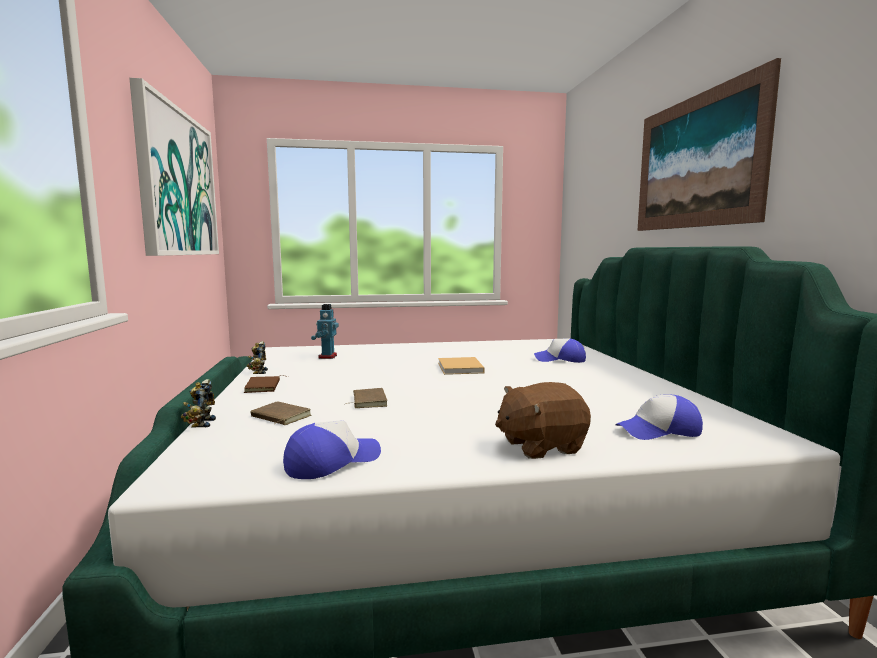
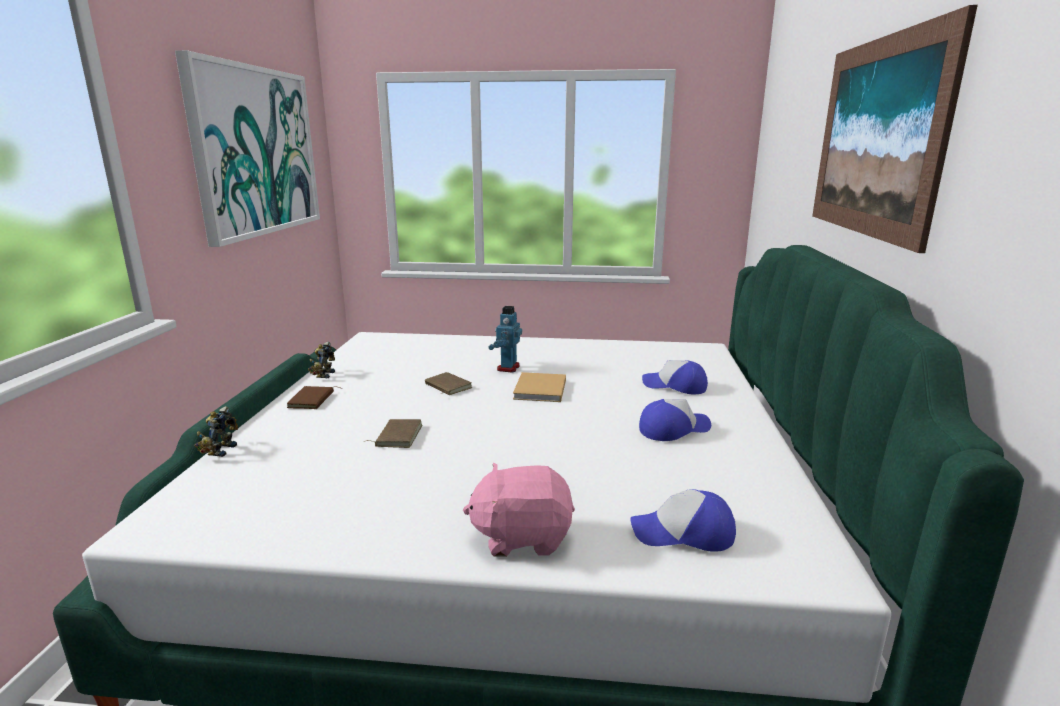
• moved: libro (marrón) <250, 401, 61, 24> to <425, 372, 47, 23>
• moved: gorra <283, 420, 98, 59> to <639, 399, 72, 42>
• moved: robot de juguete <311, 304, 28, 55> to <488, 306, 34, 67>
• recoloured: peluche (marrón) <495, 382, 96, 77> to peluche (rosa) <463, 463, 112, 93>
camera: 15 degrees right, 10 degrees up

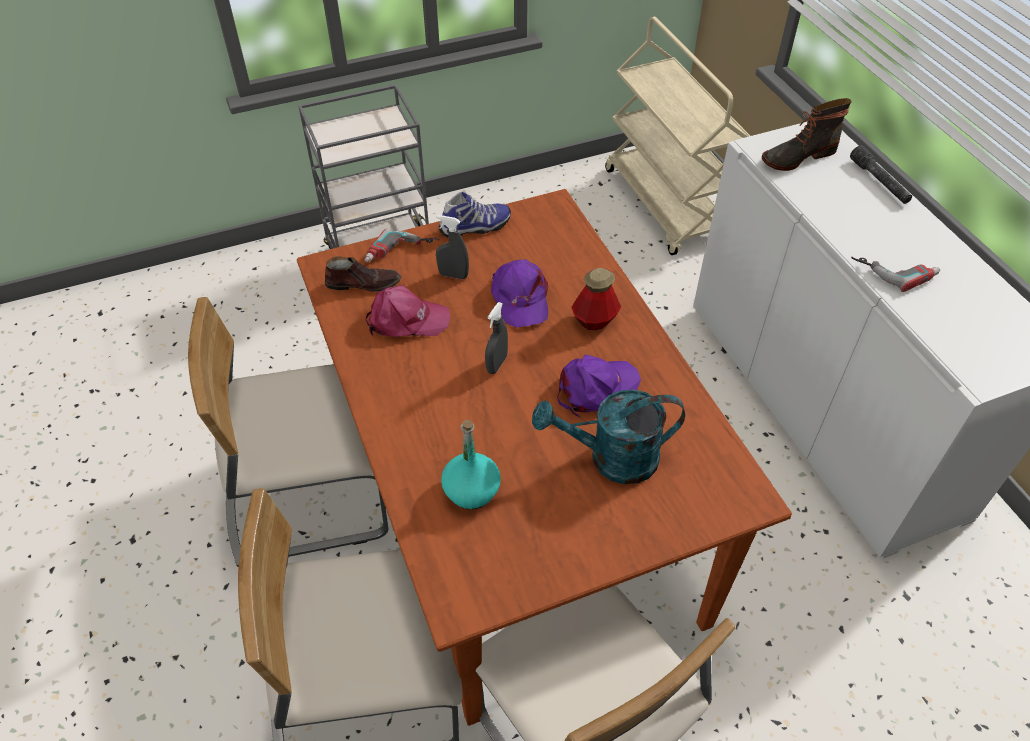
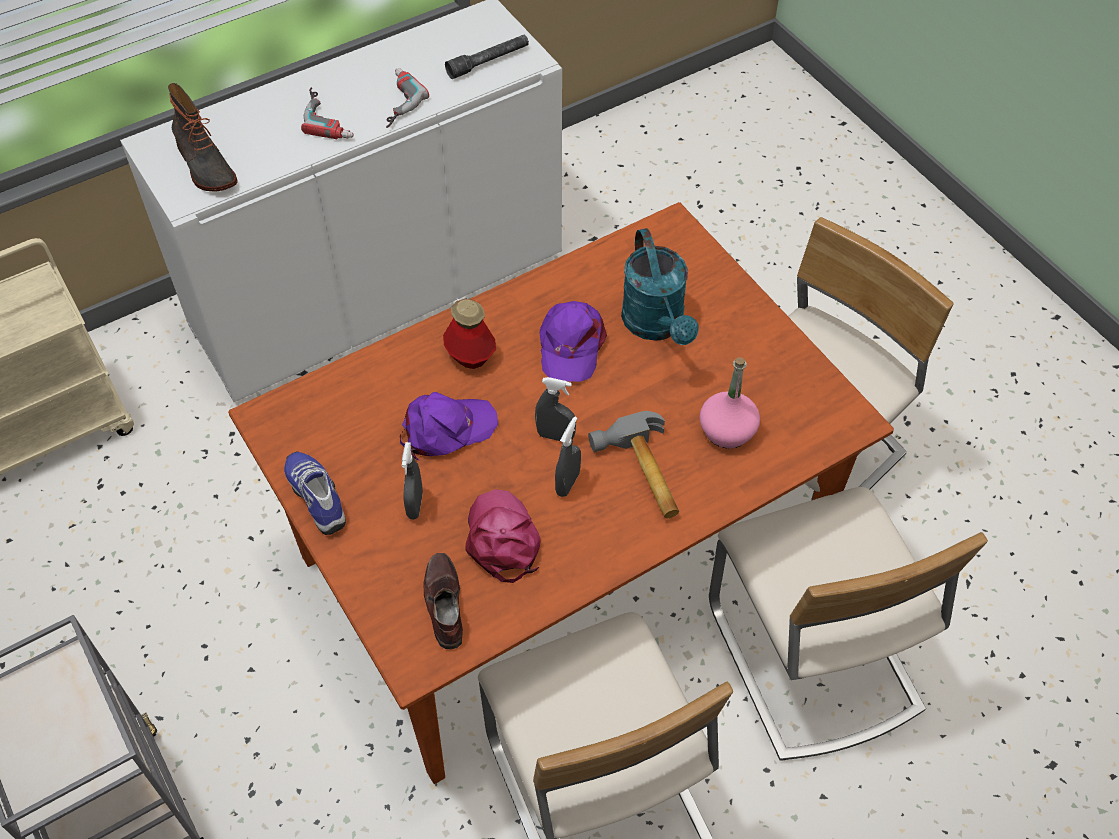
• added: pulverizador (gris) <555, 417, 26, 80>
• added: martillo <588, 411, 91, 107>
• moved: taladro <365, 229, 75, 34> to <301, 87, 53, 52>
• moved: linterna (gris) <850, 145, 62, 59> to <445, 35, 84, 44>
• recoloured: botella (turquesa) <441, 420, 60, 89> to botella (rosa) <699, 357, 61, 92>
• turned: gorra (morado) <557, 355, 84, 62> = <540, 301, 67, 81> 135 degrees counterclockwise
camera: 100 degrees left, 5 degrees up

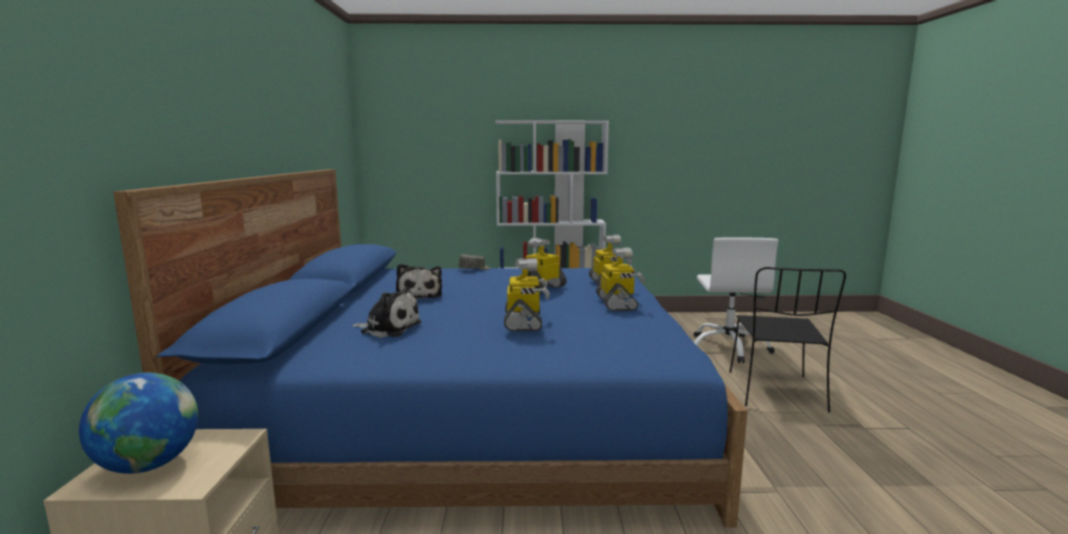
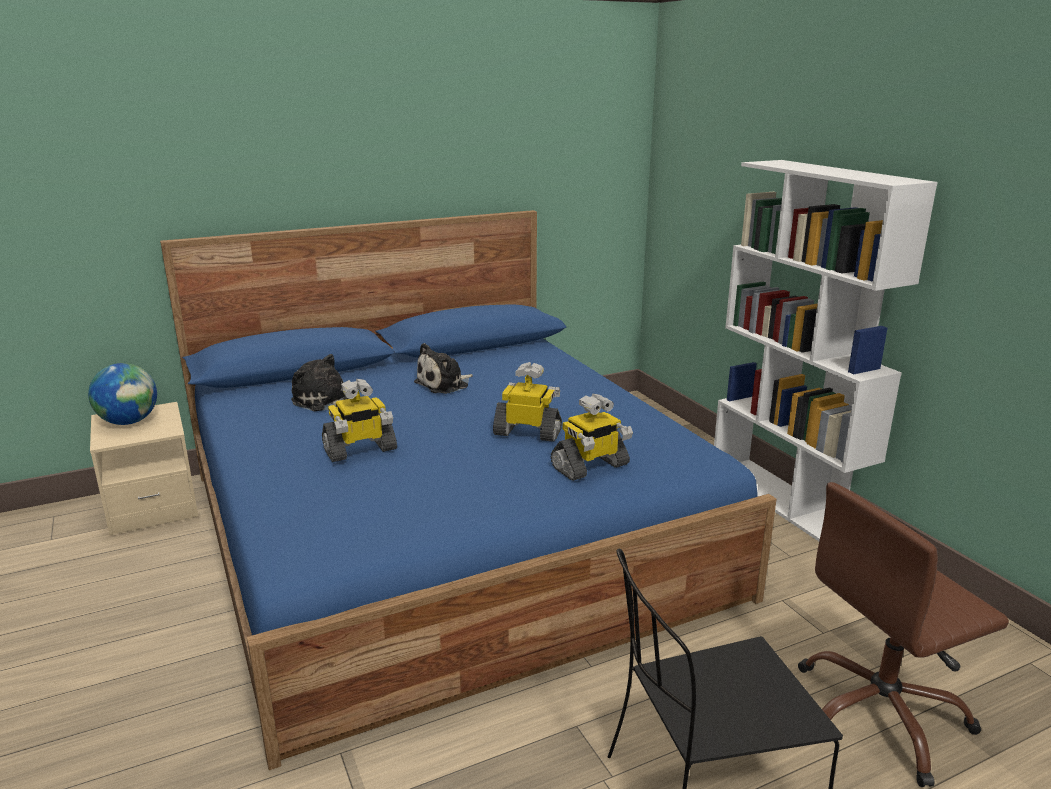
• removed: gorra (gris) <459, 254, 31, 16>
• removed: robot de juguete <596, 247, 49, 64>
• recoloured: silla de oficina (blanco) <694, 237, 84, 126> to silla de oficina (marrón) <798, 482, 211, 305>
• turned: peluche <352, 287, 70, 51> = <291, 354, 58, 57> 135 degrees clockwise
camera: 65 degrees right, 10 degrees up

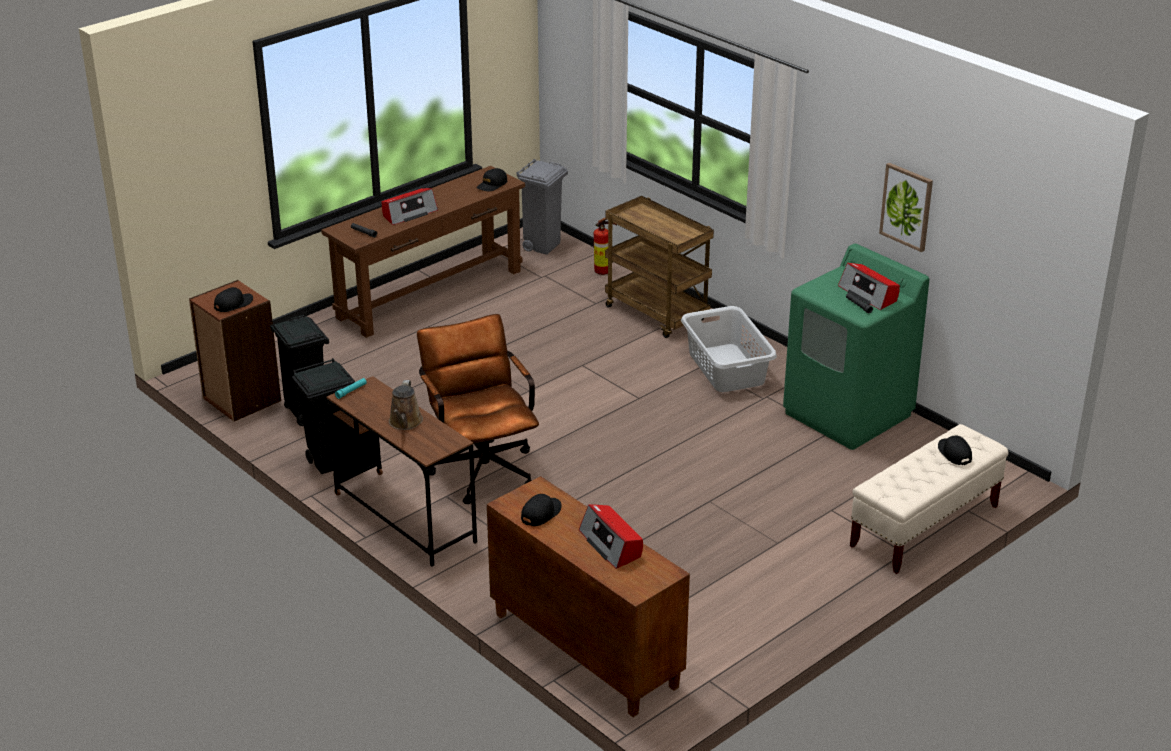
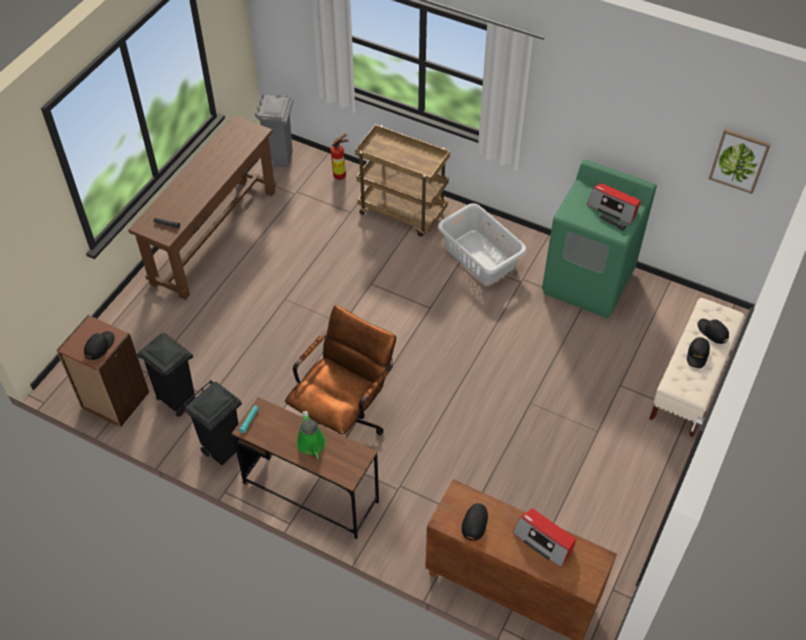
• removed: radio <381, 188, 57, 37>
• moved: gorra (negro) <476, 168, 31, 23> to <687, 337, 23, 31>
• moved: cuadro <879, 163, 54, 89> to <709, 129, 62, 65>
• recoloured: regadera (marrón) <389, 380, 34, 50> to regadera (verde) <297, 411, 29, 48>
• turned: silla de oficina (marrón) <417, 314, 122, 190> = <285, 305, 111, 130> 75 degrees clockwise
camera: 20 degrees left, 20 degrees up

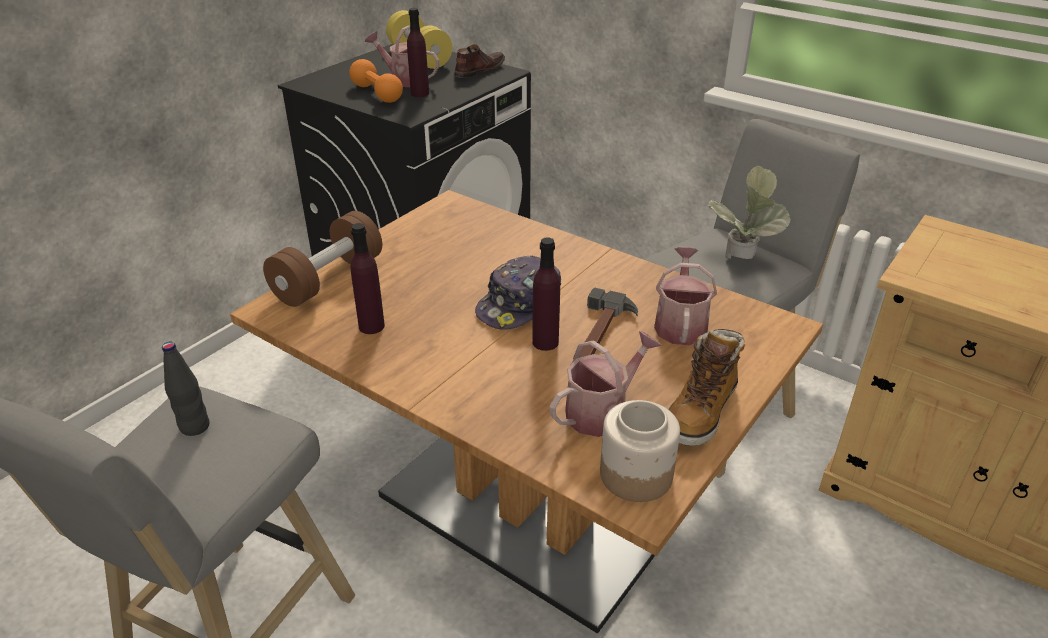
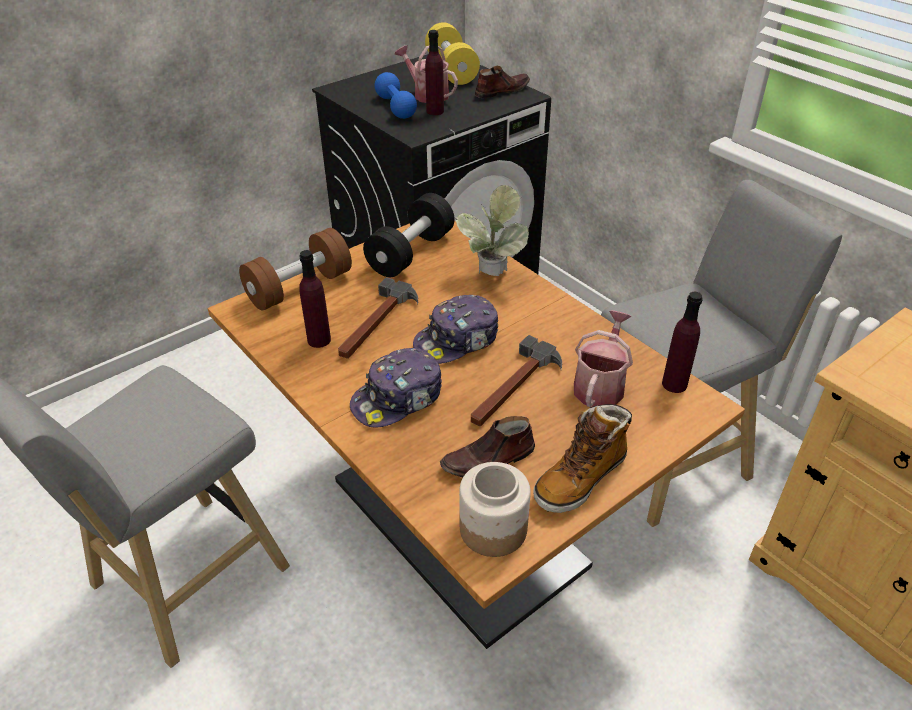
• removed: botella (negro) <162, 342, 47, 94>
• added: martillo <338, 277, 80, 82>
• added: gorra <350, 348, 92, 80>
• added: mancuerna (negro) <363, 193, 92, 84>
• moved: botella (morado) <532, 237, 28, 114> to <662, 292, 41, 101>
• moved: planta en maceta <707, 166, 84, 94> to <455, 185, 74, 91>
• replaced: regadera <550, 331, 112, 106> to zapato (marrón) <440, 416, 95, 61>
• recoloured: mancuerna (naranja) <349, 59, 54, 44> to mancuerna (azul) <375, 72, 42, 47>
camera: 15 degrees right, 5 degrees up

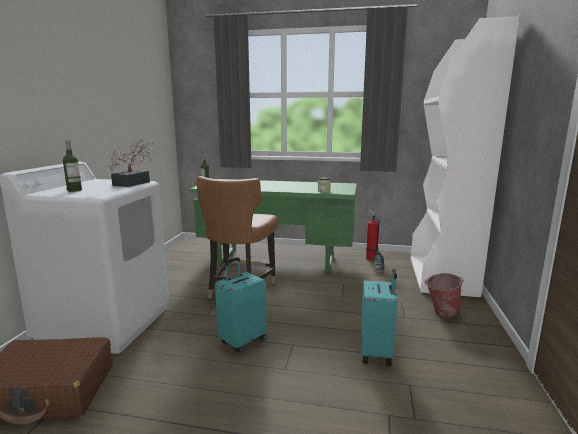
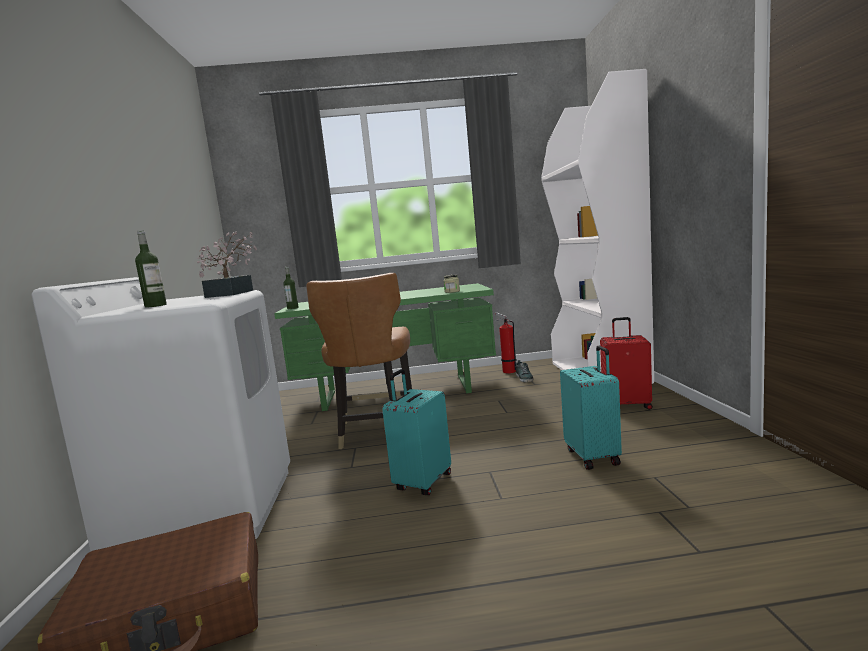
• replaced: cubo <425, 273, 39, 44> to maleta (rojo) <600, 317, 53, 93>
camera: 15 degrees left, 5 degrees down

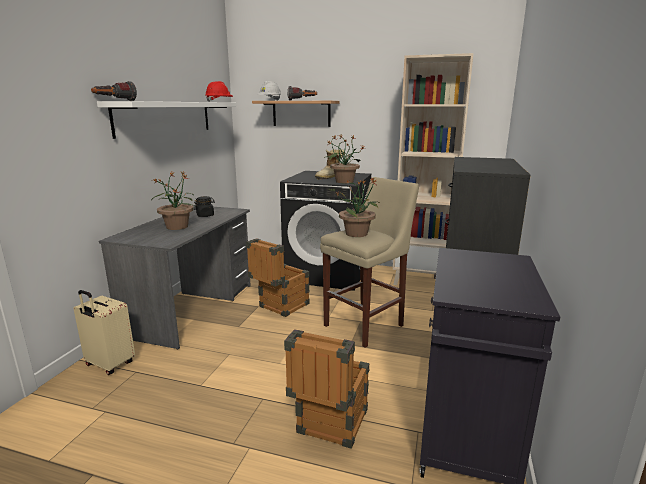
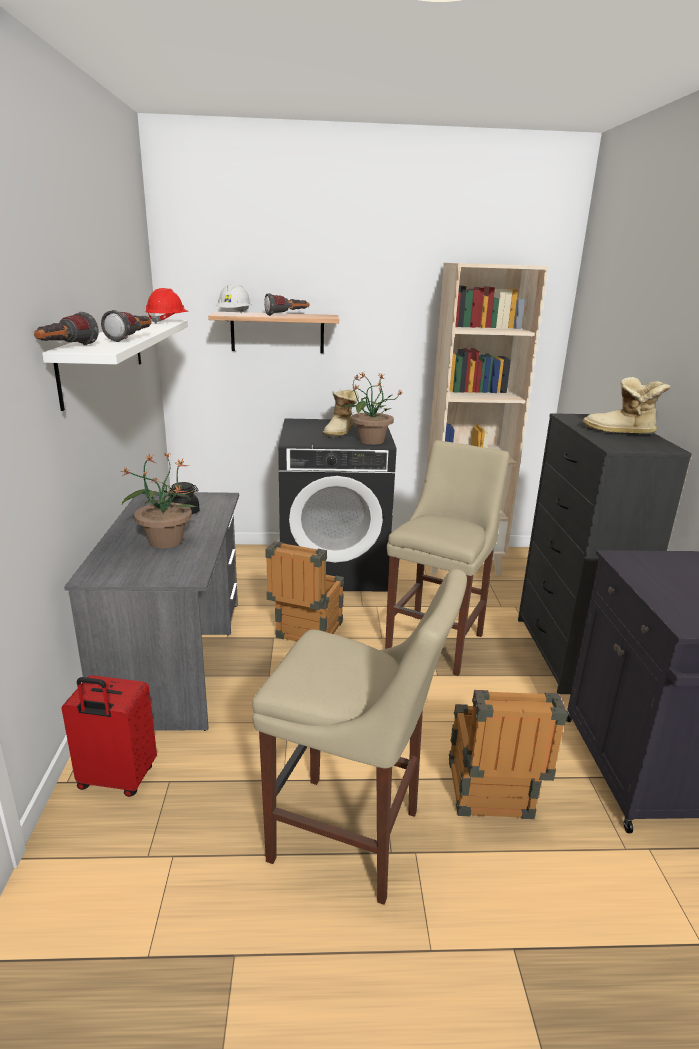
• removed: planta en maceta <336, 177, 42, 60>
• added: linterna <101, 310, 51, 32>
• added: taburete (beis) <252, 569, 215, 336>
• added: bota <583, 377, 87, 57>
• recoloured: maleta (beis) <73, 290, 62, 85> to maleta (rojo) <61, 675, 96, 122>
camera: 20 degrees left, 5 degrees up

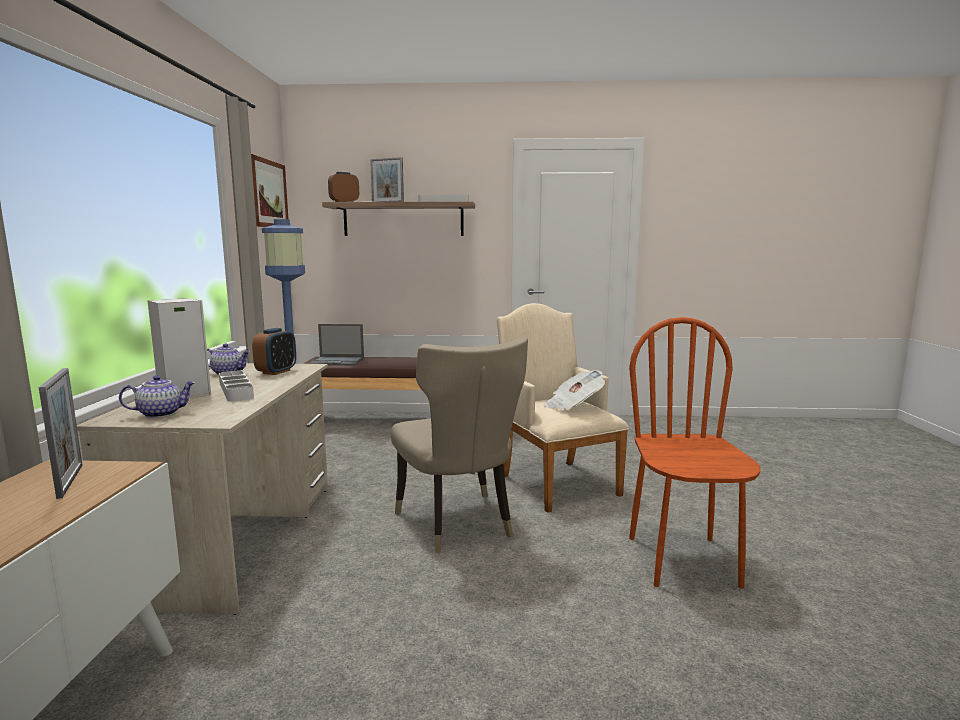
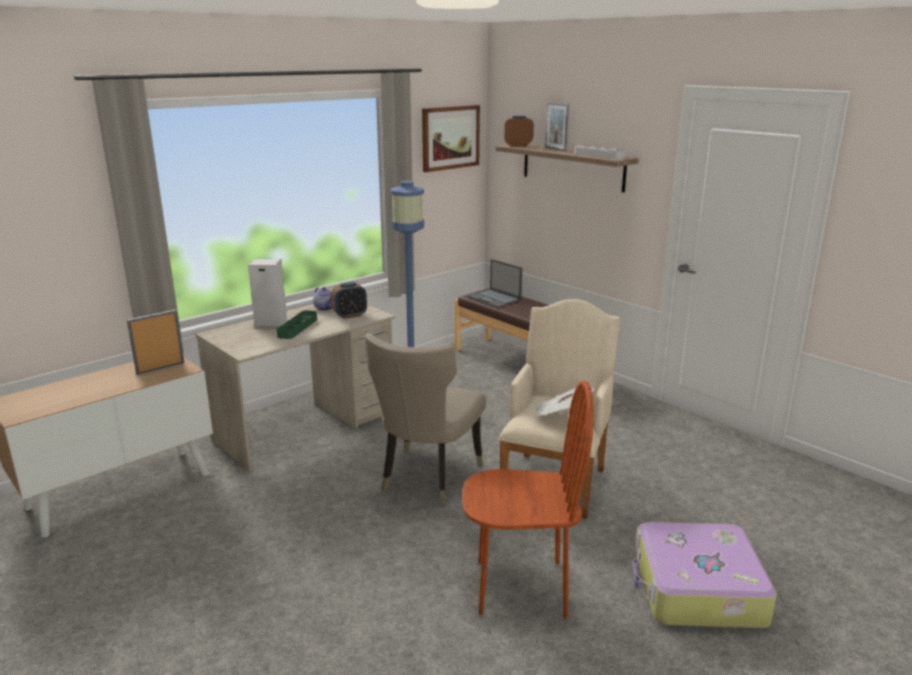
• removed: tetera <119, 375, 76, 43>
• added: maleta <632, 522, 145, 106>
• recoloured: bandeja (gris) <219, 371, 35, 30> to bandeja (verde) <277, 310, 40, 29>
• turned: portarretratos <39, 368, 44, 131> = <127, 310, 57, 65> 150 degrees counterclockwise
• turned: silla (marrón) <629, 317, 131, 271> = <462, 381, 132, 238> 45 degrees clockwise
camera: 45 degrees right, 10 degrees up

